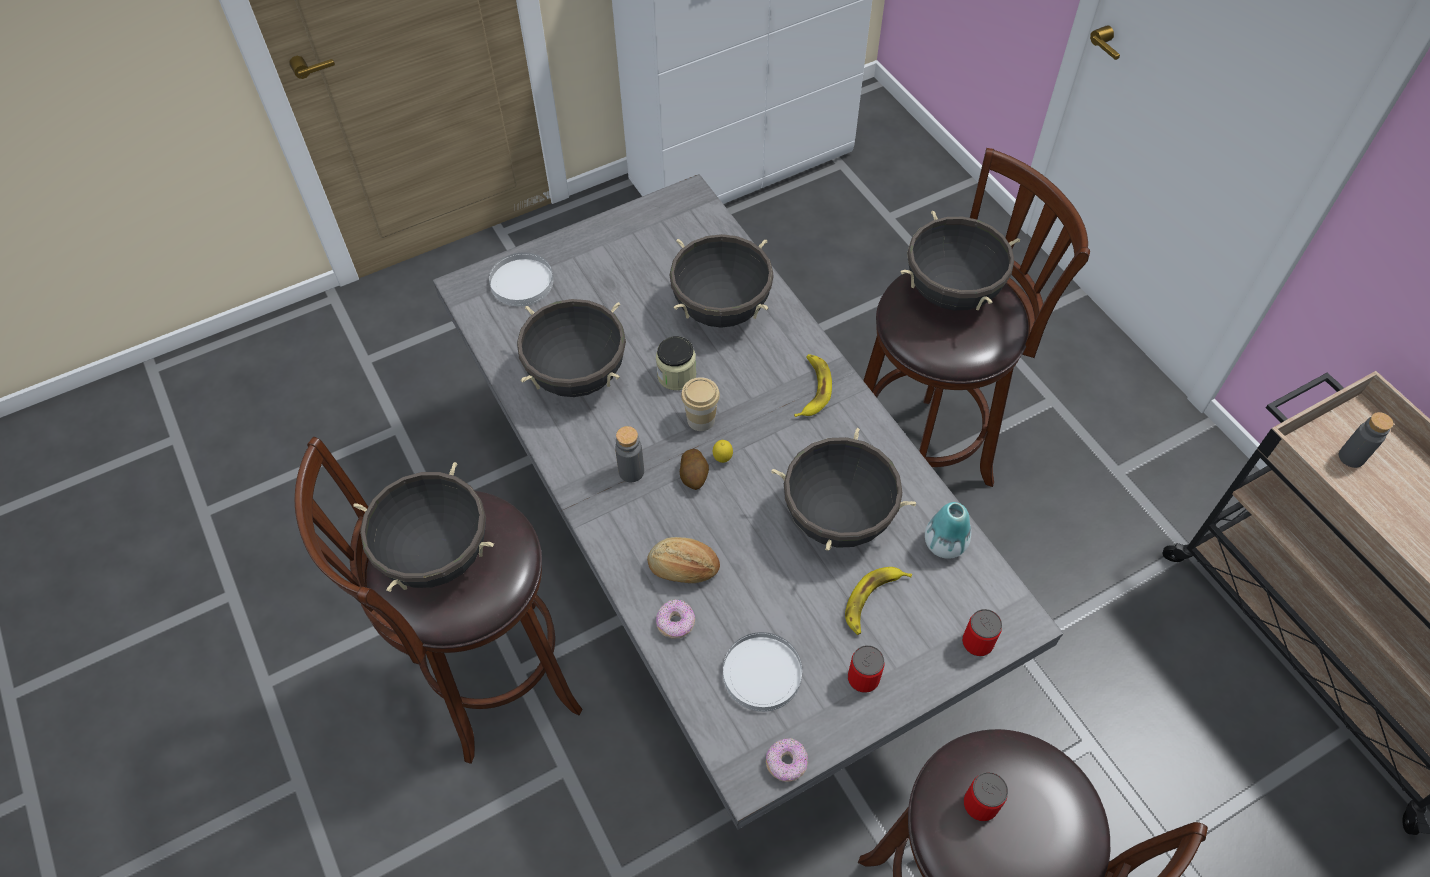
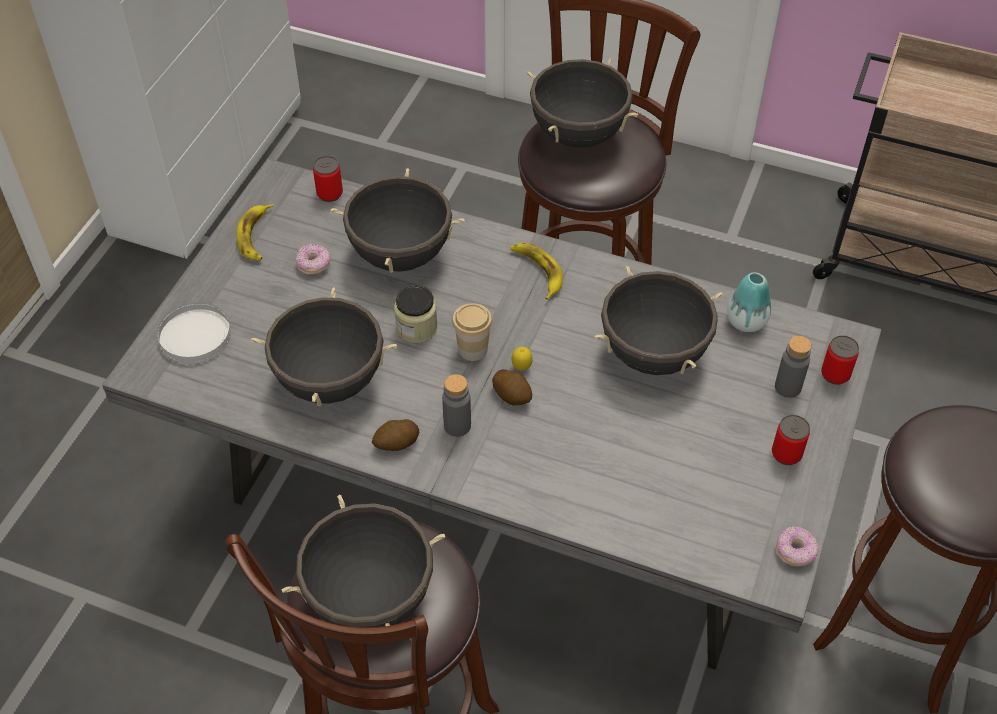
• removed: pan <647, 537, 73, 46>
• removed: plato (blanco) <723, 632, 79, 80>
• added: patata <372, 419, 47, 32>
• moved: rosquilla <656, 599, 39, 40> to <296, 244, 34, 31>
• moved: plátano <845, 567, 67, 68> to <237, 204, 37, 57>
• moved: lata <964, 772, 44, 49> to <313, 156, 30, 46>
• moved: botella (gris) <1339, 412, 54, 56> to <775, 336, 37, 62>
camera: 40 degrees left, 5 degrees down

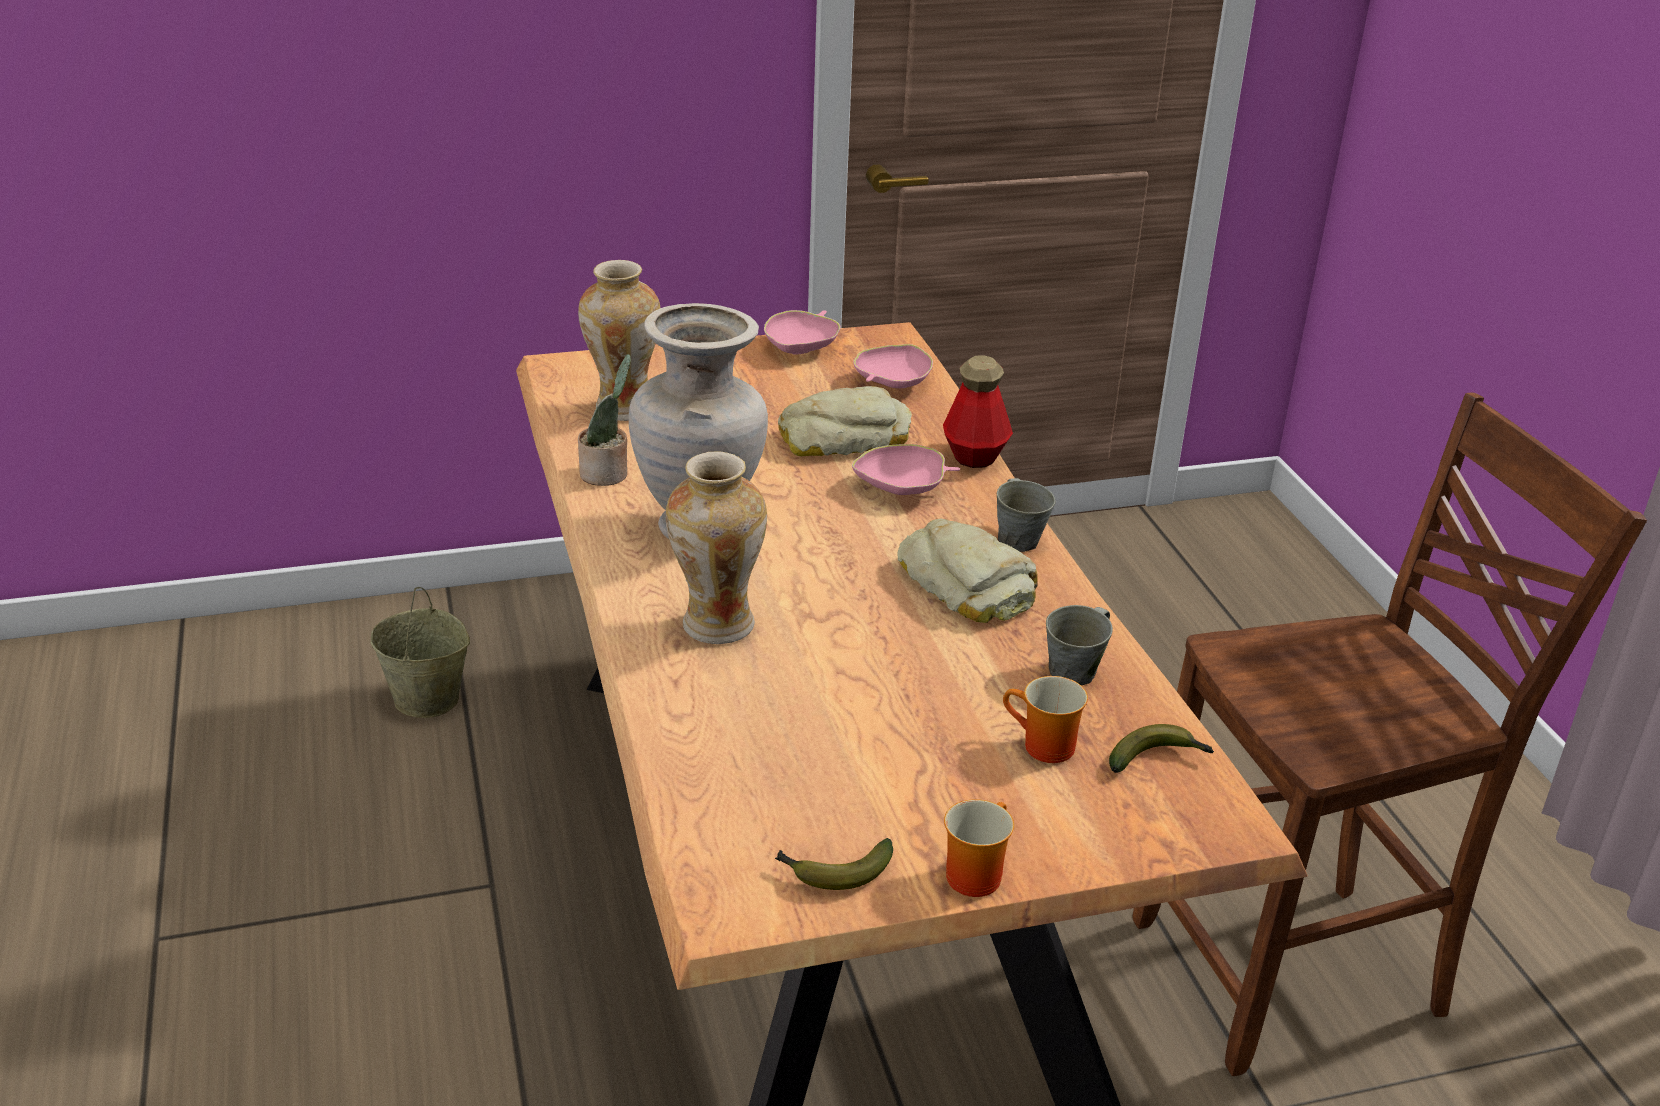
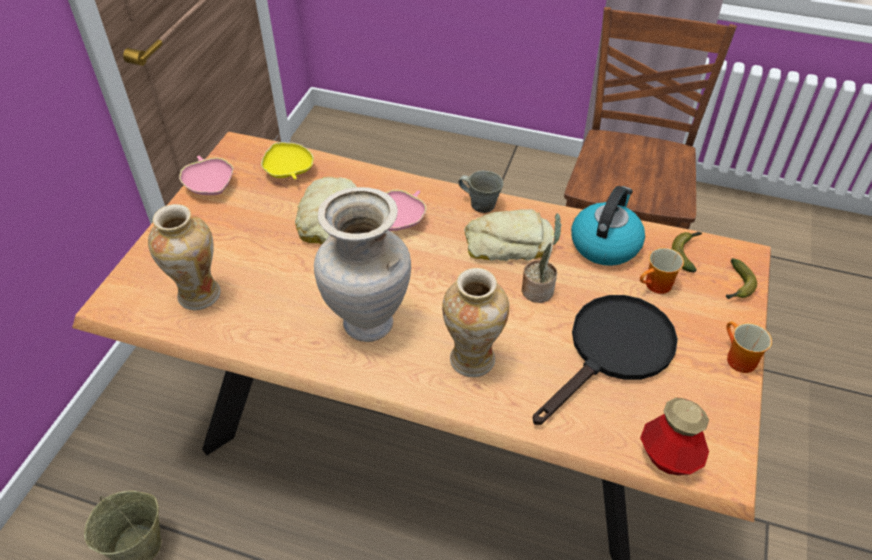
• added: sartén (negro) <533, 295, 145, 130>
• moved: planta en maceta <578, 354, 53, 132> to <522, 213, 40, 90>
• moved: plátano <775, 838, 118, 52> to <726, 258, 31, 41>
• moved: botella <943, 355, 70, 113> to <640, 397, 69, 78>
• replaced: taza grande (gris) <1046, 605, 67, 80> to hervidor <571, 186, 74, 80>
• recoloured: cuenco (rosa) <853, 344, 80, 44> to cuenco (amarillo) <261, 142, 53, 37>
camera: 55 degrees left, 15 degrees up

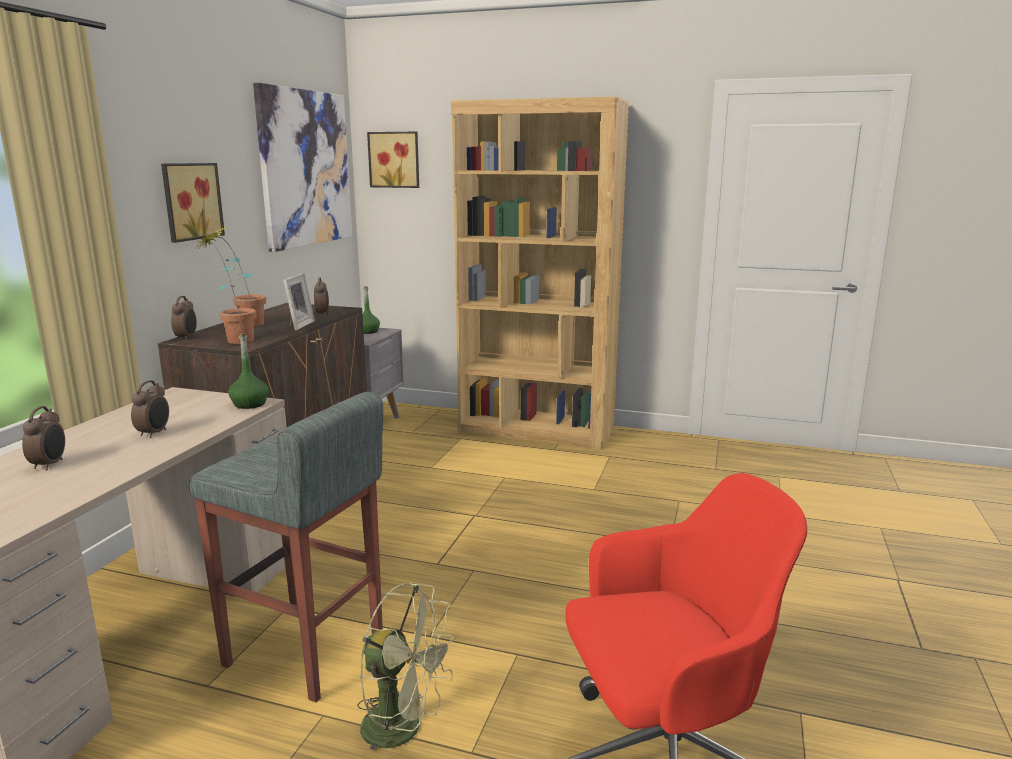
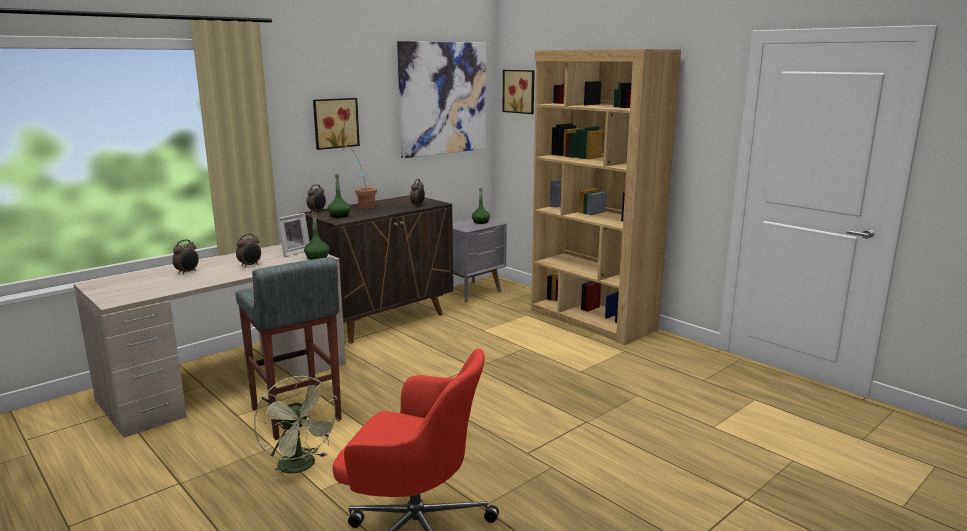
• moved: portarretratos <283, 273, 32, 57> to <277, 213, 33, 44>
• replaced: planta en maceta <195, 233, 61, 111> to botella (verde) <328, 174, 22, 44>
camera: 30 degrees right, 0 degrees up

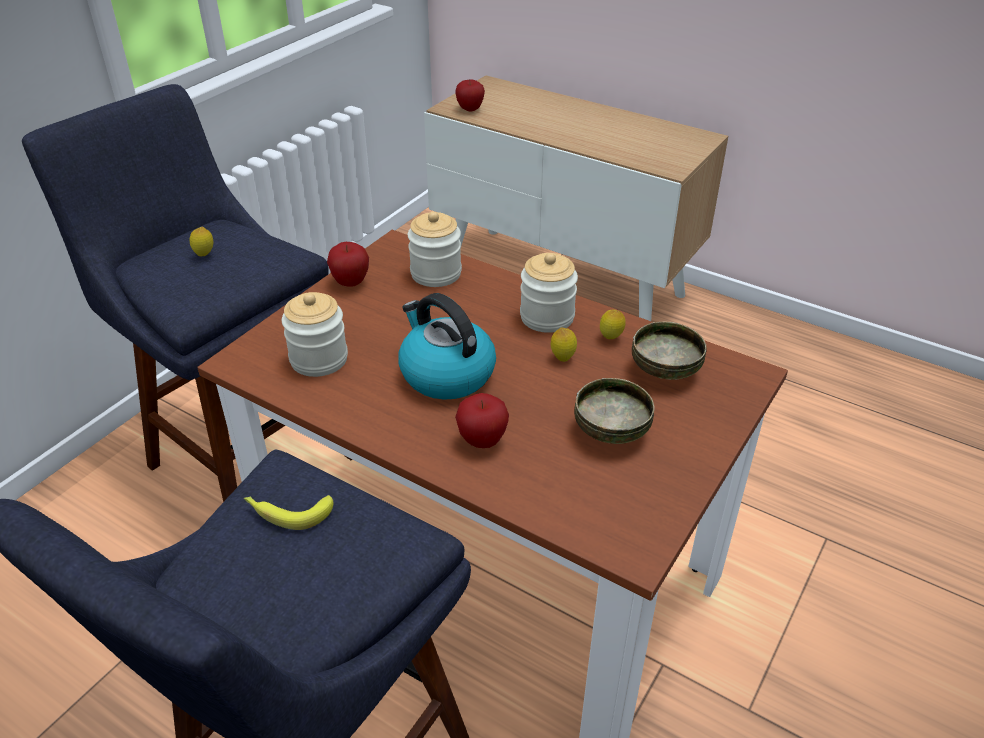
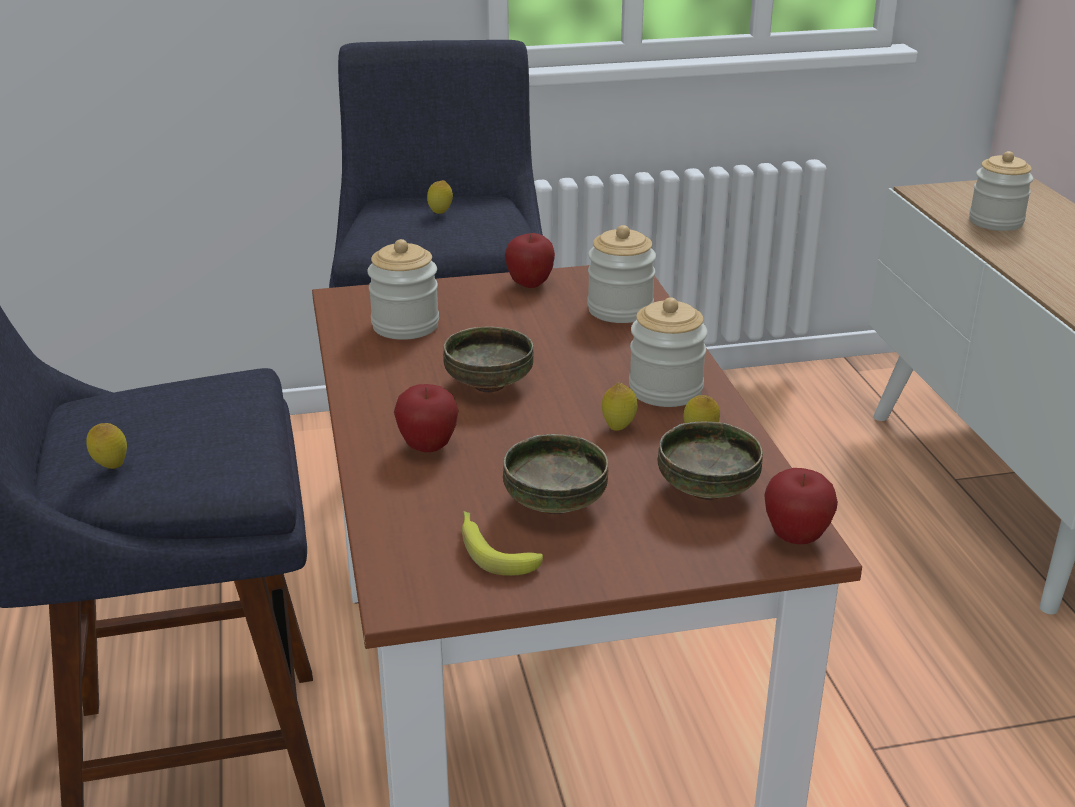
• added: limón <86, 423, 41, 46>
• added: tarro <969, 151, 64, 80>
• moved: plátano <244, 495, 89, 35> to <462, 511, 81, 65>
• moved: manzana <455, 79, 30, 32> to <764, 468, 74, 76>
• replaced: hervidor <399, 293, 97, 107> to cuenco <443, 327, 91, 66>
camera: 45 degrees right, 10 degrees down

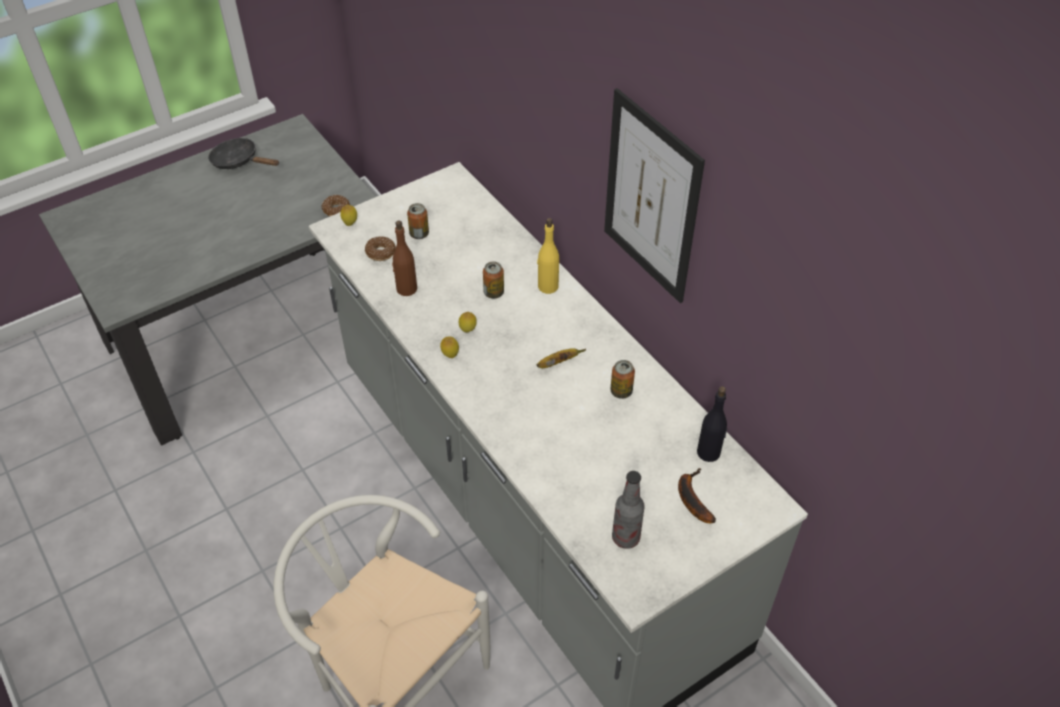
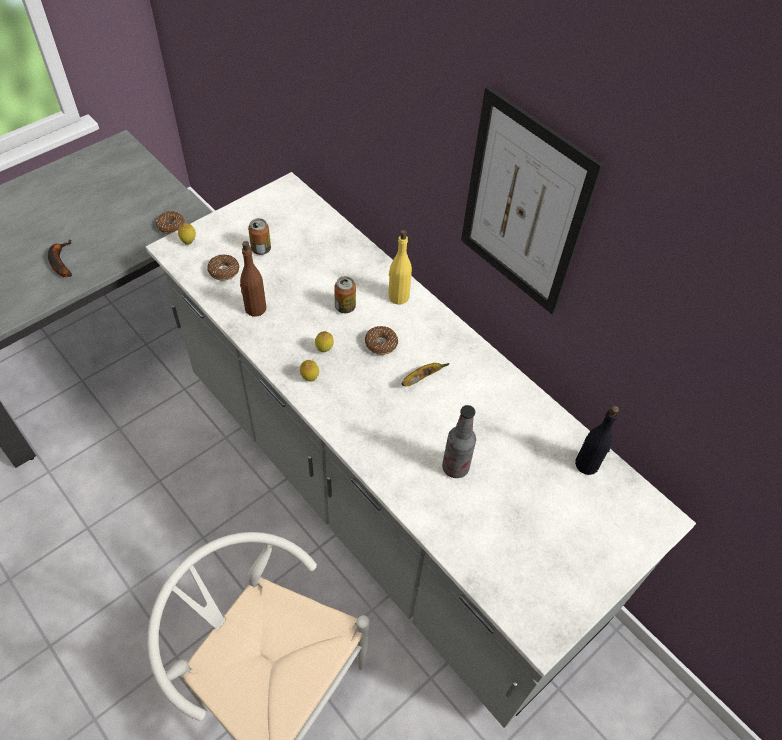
• removed: sartén (negro) <208, 138, 71, 31>
• removed: lata <610, 360, 25, 39>
• added: rosquilla <365, 326, 33, 29>
• moved: botella <612, 471, 33, 78> to <442, 405, 34, 73>
• moved: plátano <678, 468, 38, 55> to <48, 239, 24, 38>
camera: 10 degrees left, 5 degrees up

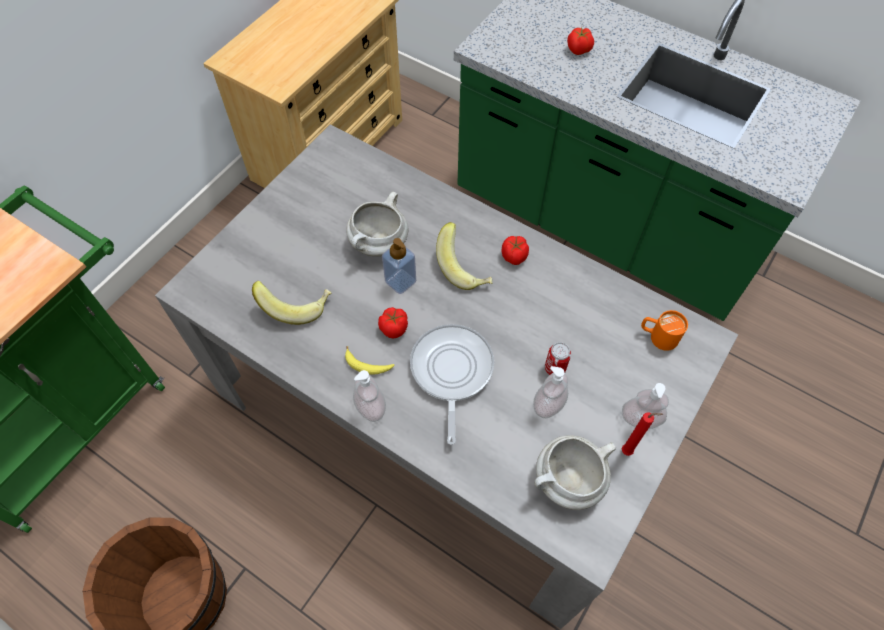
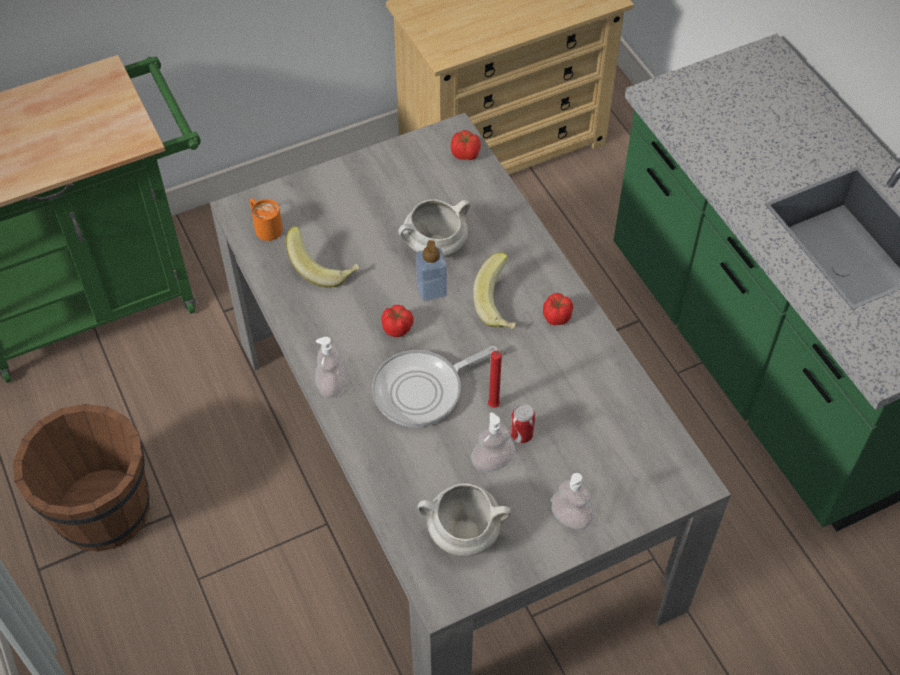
• removed: plátano <345, 346, 49, 29>
• moved: tomate <567, 27, 27, 28> to <451, 130, 30, 30>
• moved: vela (rojo) <622, 412, 41, 44> to <488, 351, 18, 57>
• moved: taza grande (naranja) <641, 310, 47, 41> to <250, 198, 33, 43>
• turned: sartén <410, 324, 84, 121> = <372, 346, 126, 81> 150 degrees counterclockwise
camera: 30 degrees right, 5 degrees down

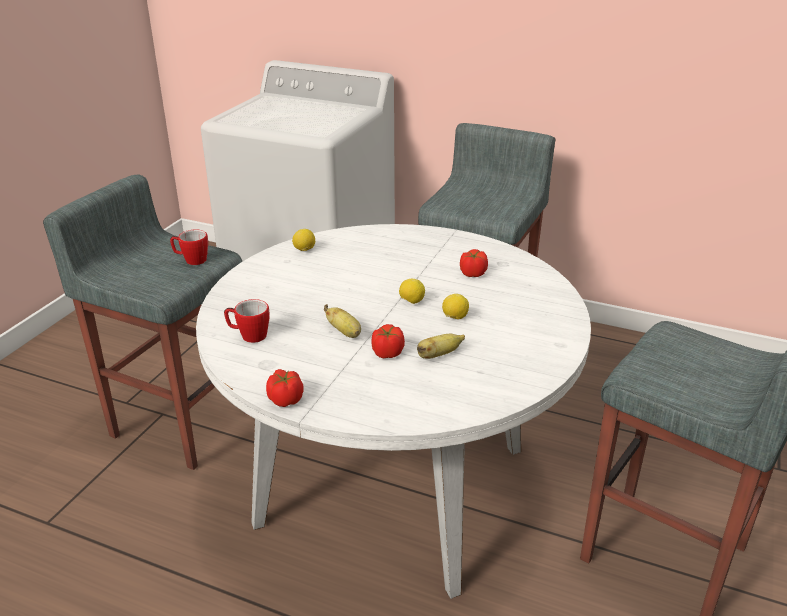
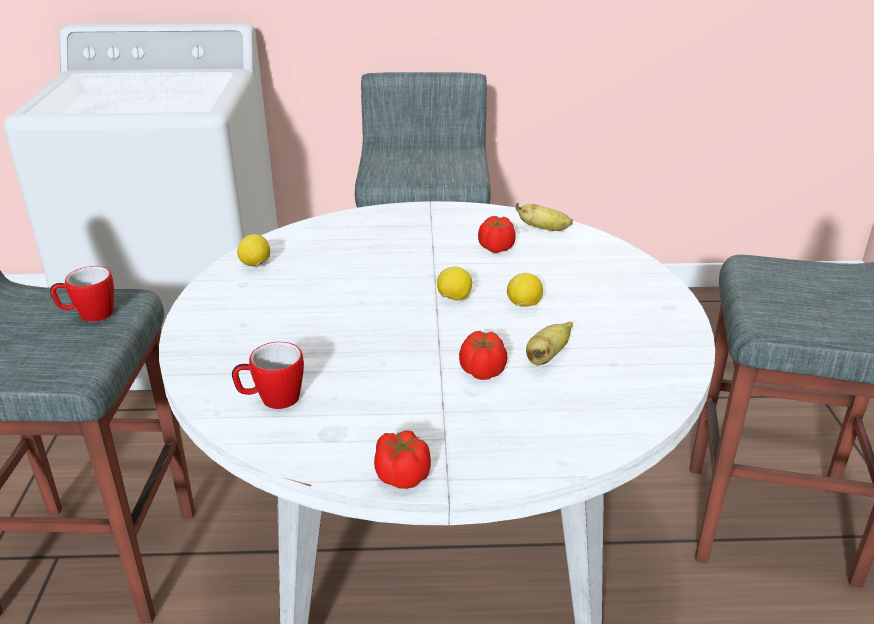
• moved: plátano <324, 304, 37, 34> to <516, 203, 57, 28>
camera: 25 degrees left, 0 degrees up

